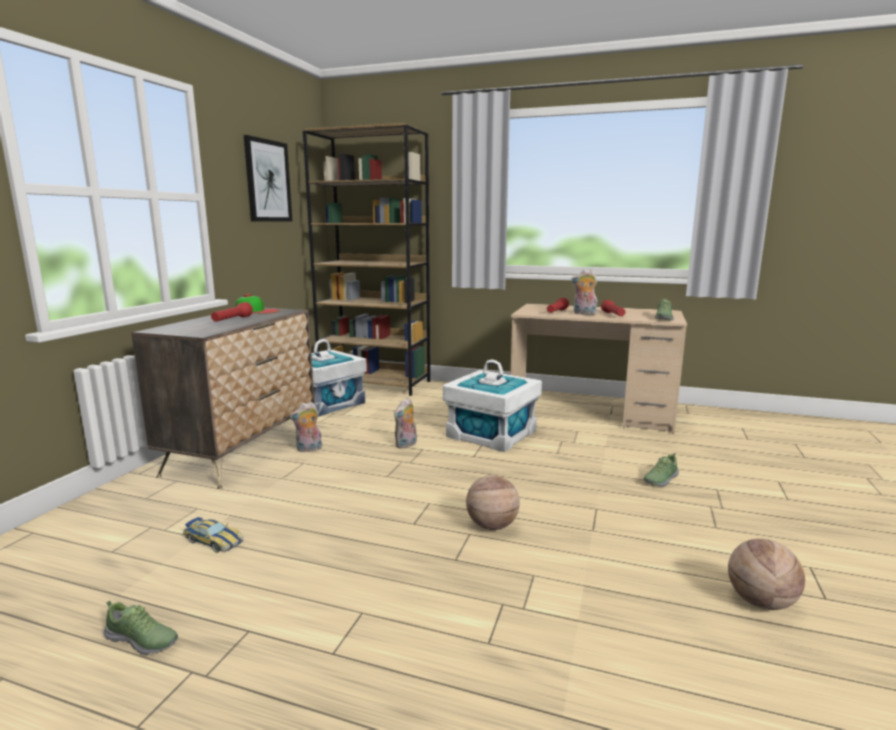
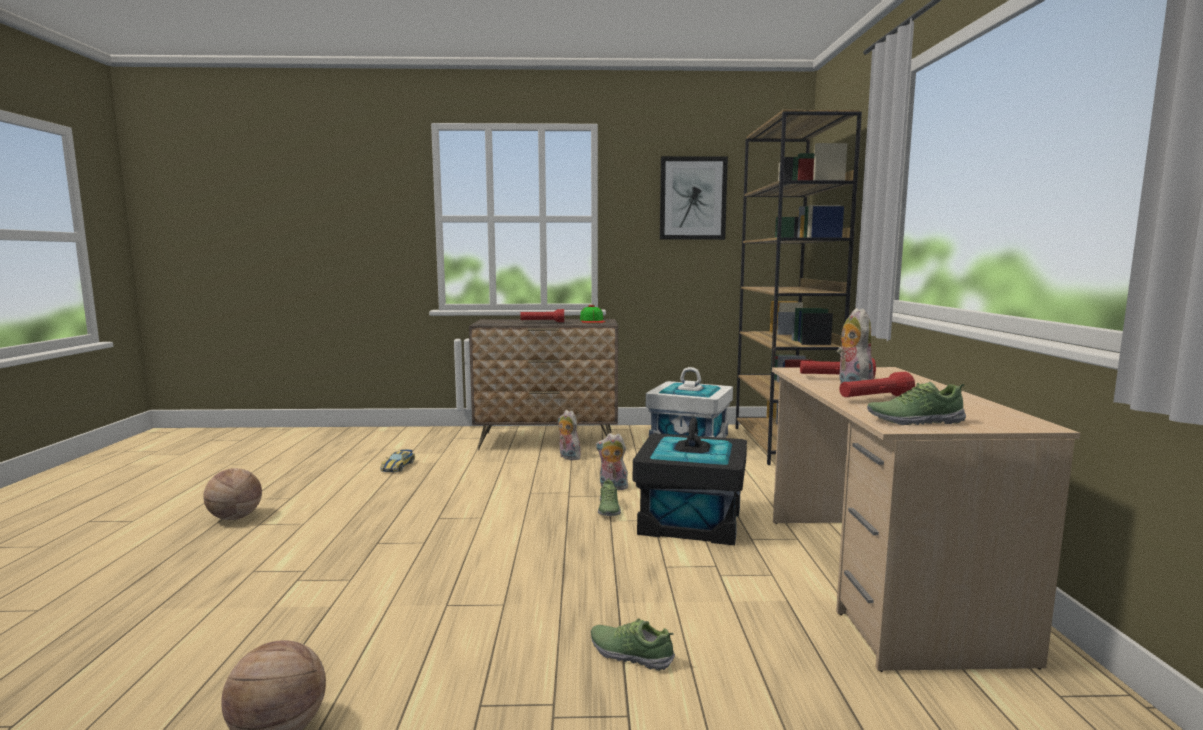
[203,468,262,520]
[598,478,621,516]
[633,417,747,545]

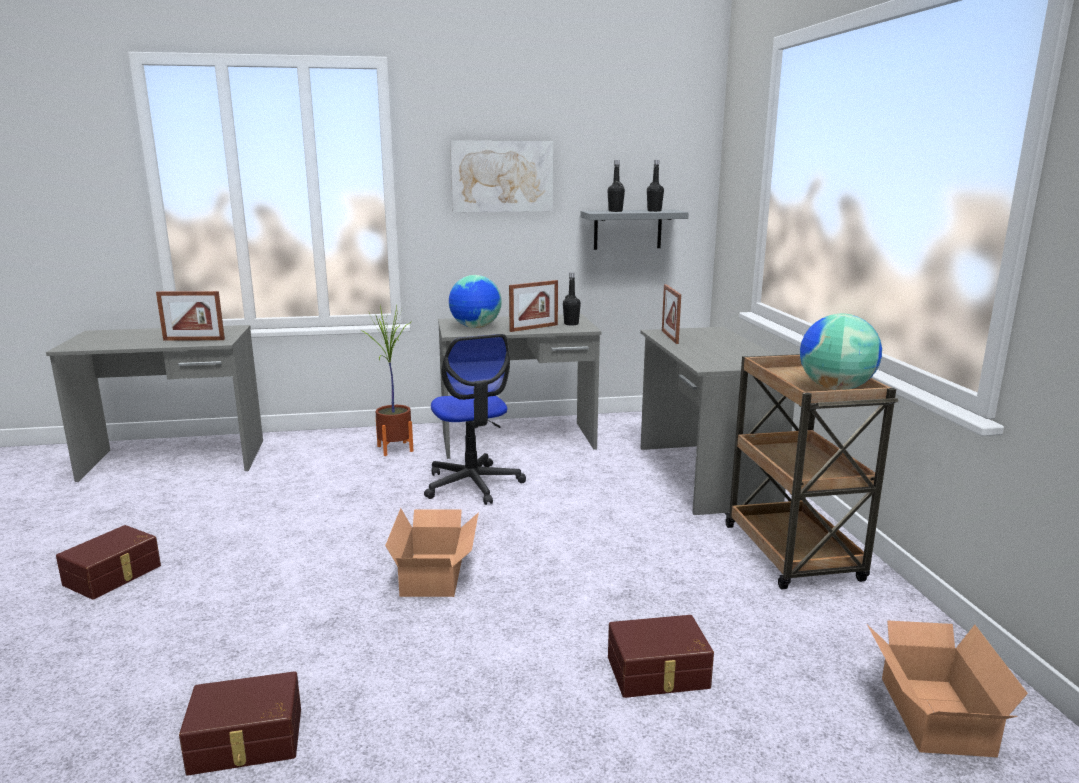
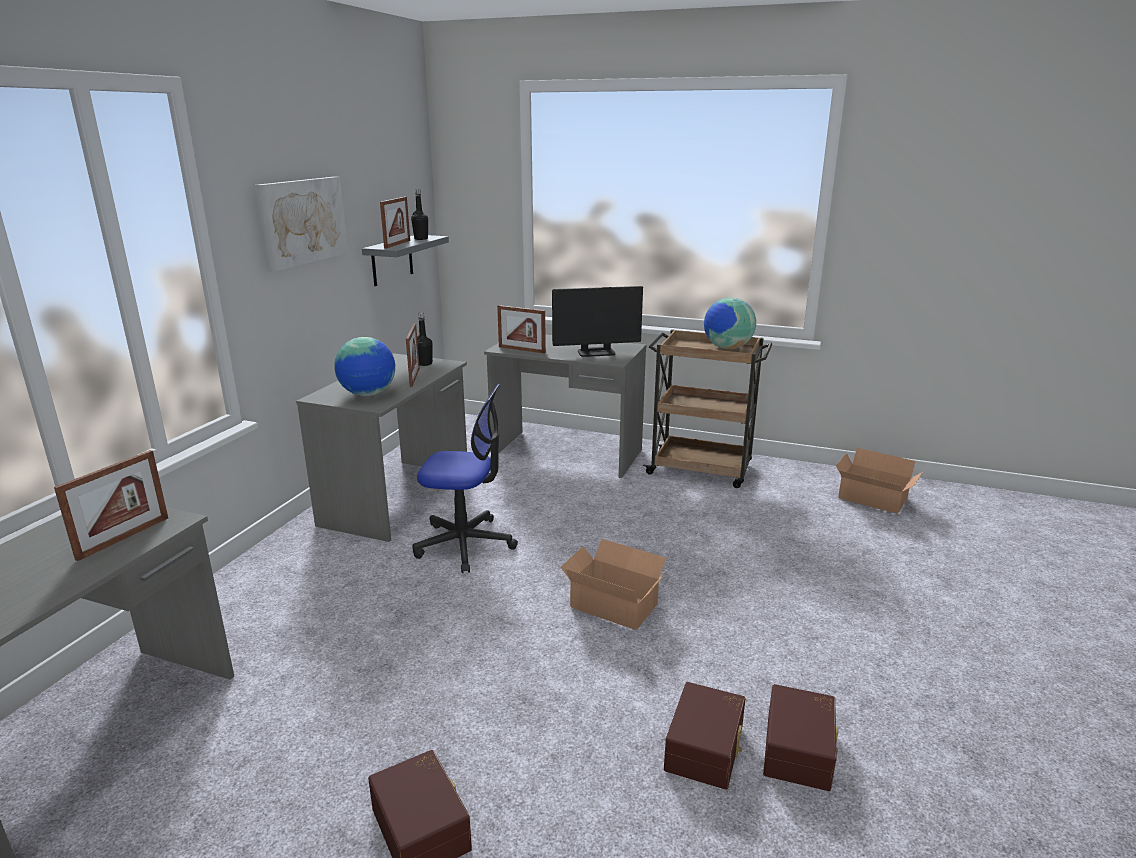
[380,197,410,249]
[552,286,643,357]
[664,682,746,790]
[360,306,413,456] (first image)

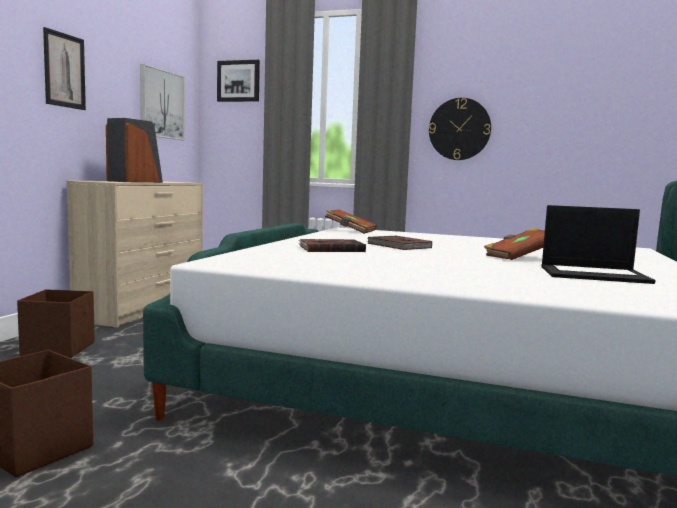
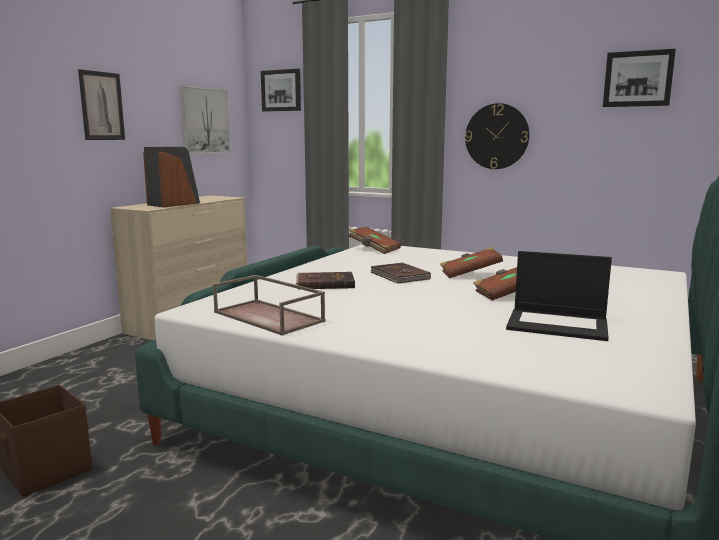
[213,275,325,336]
[440,247,503,278]
[603,48,676,107]
[17,289,95,358] (first image)

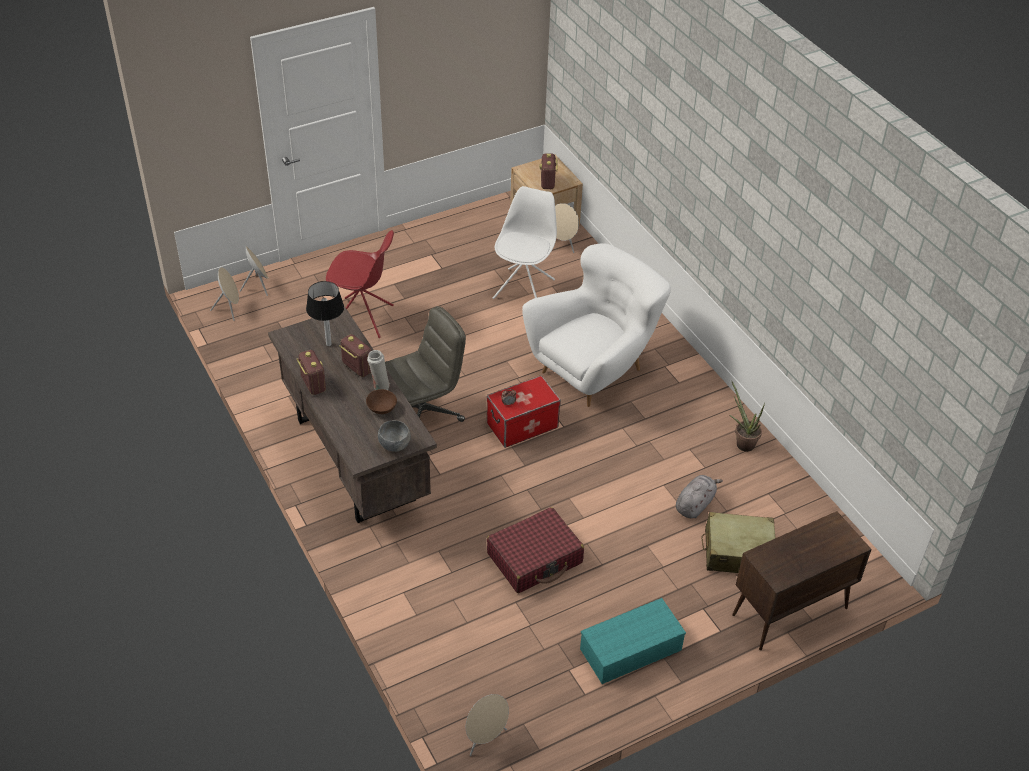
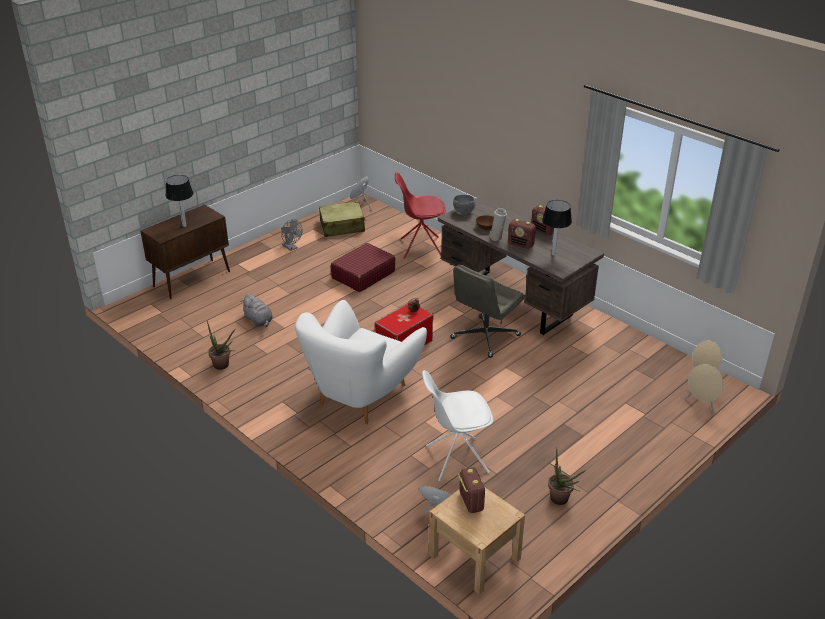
[165,175,193,227]
[242,294,273,327]
[281,219,302,251]
[319,201,366,237]
[395,172,446,259]
[422,370,493,481]
[548,447,586,505]

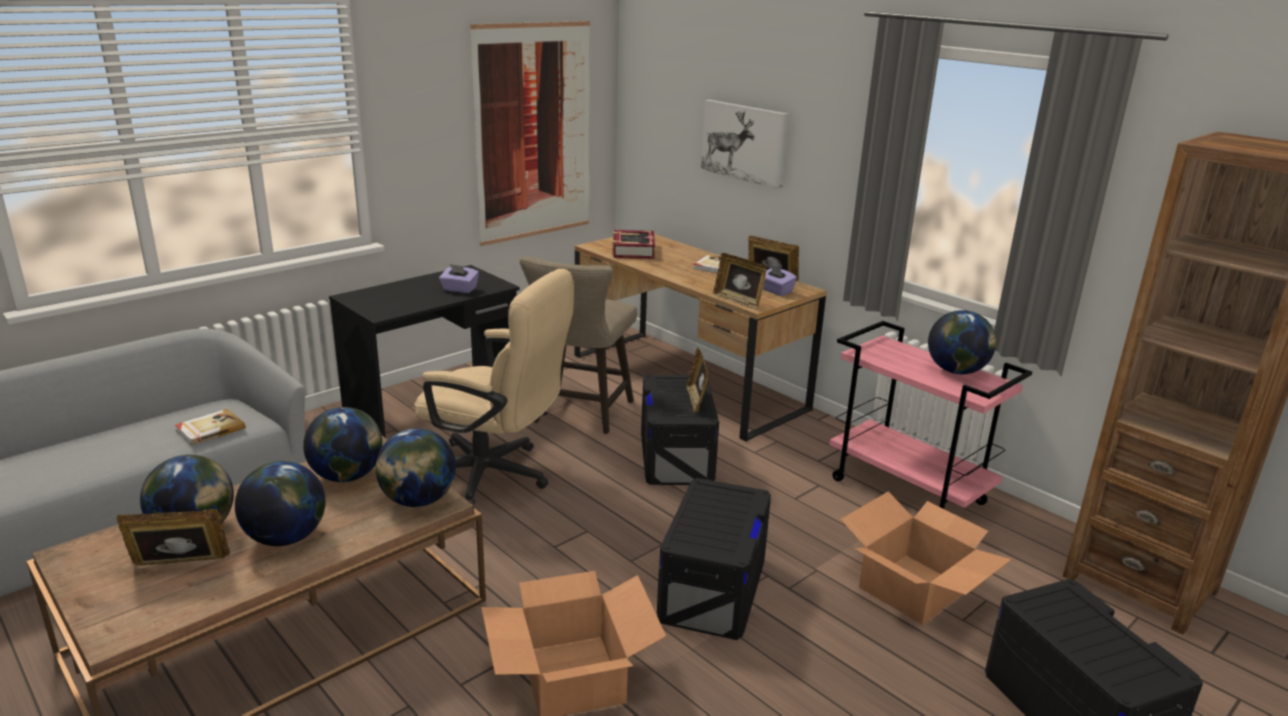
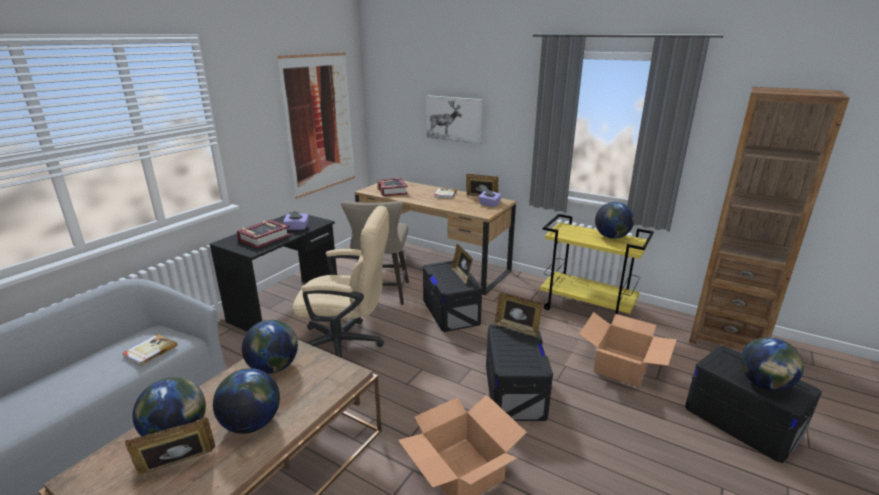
[237,220,291,248]
[495,293,542,337]
[540,214,654,314]
[740,337,804,391]

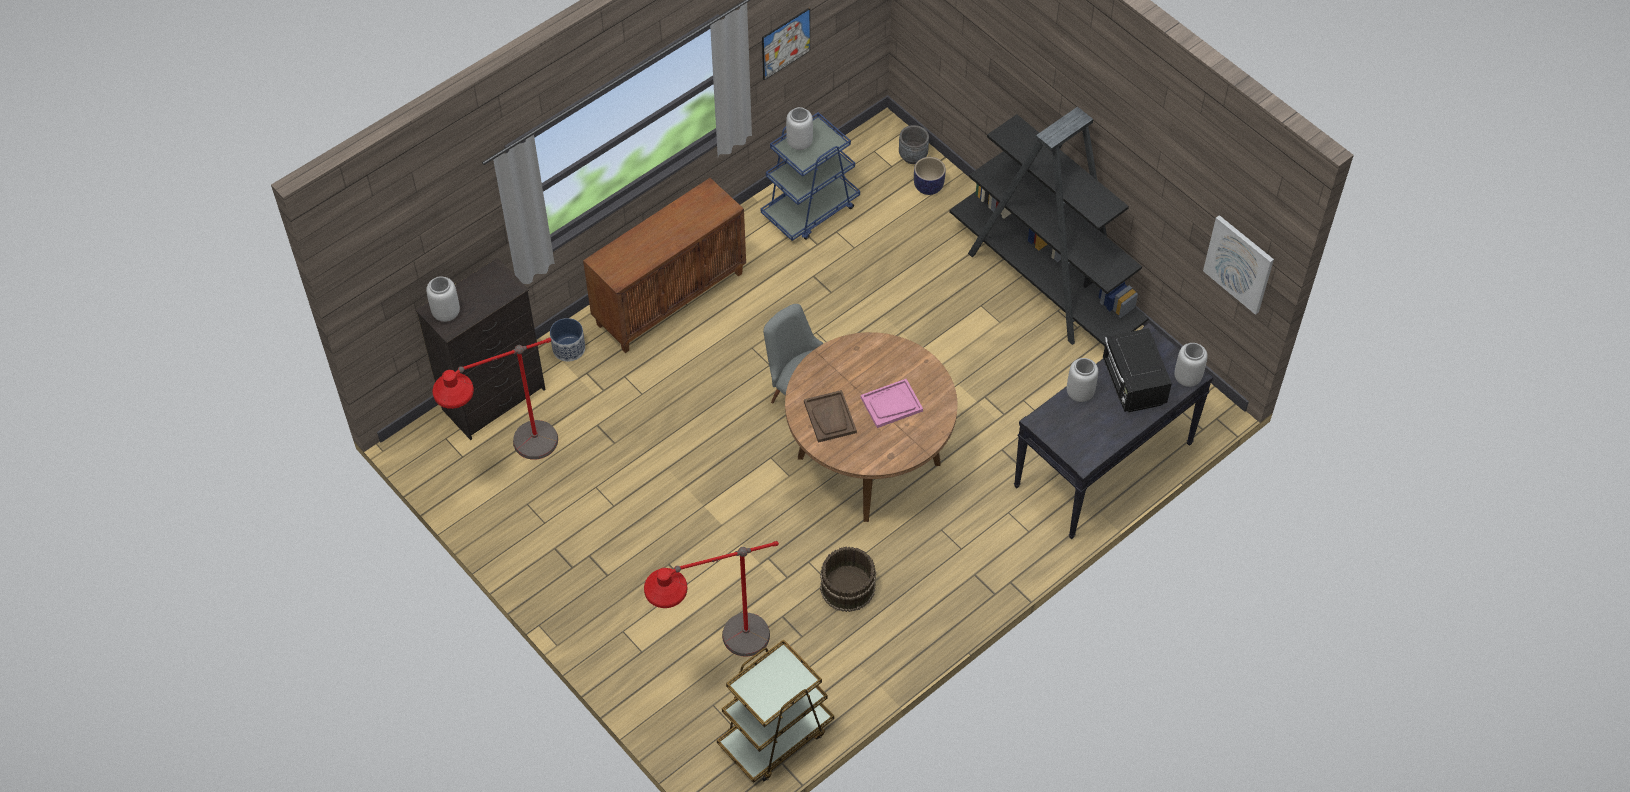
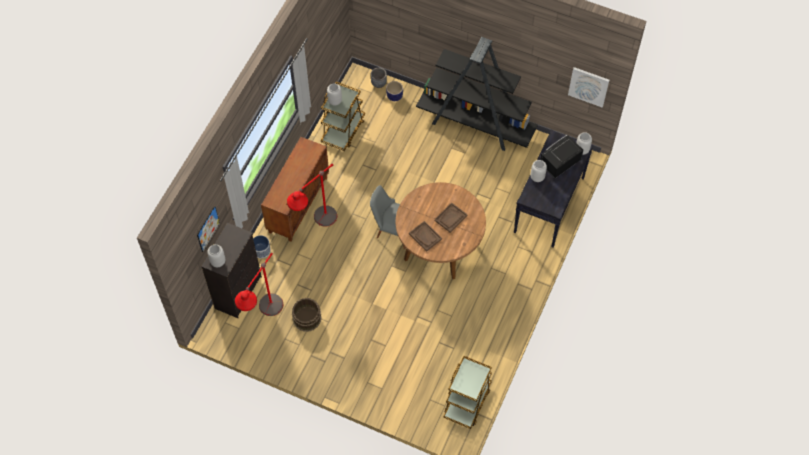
[197,205,220,252]
[287,163,337,227]
[292,298,322,332]
[321,82,365,151]
[435,203,468,233]
[540,135,583,178]

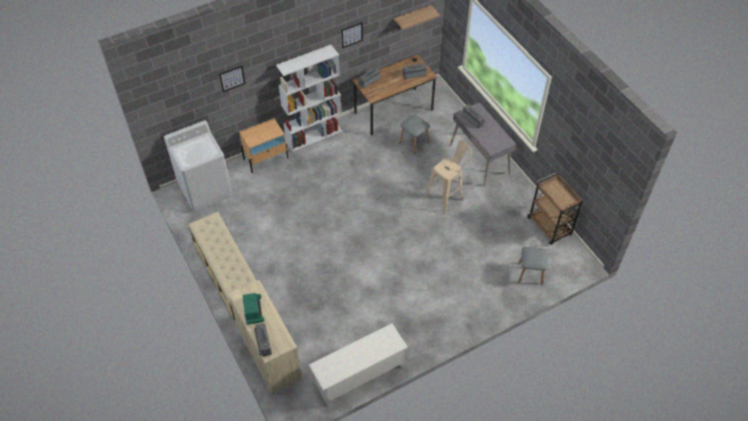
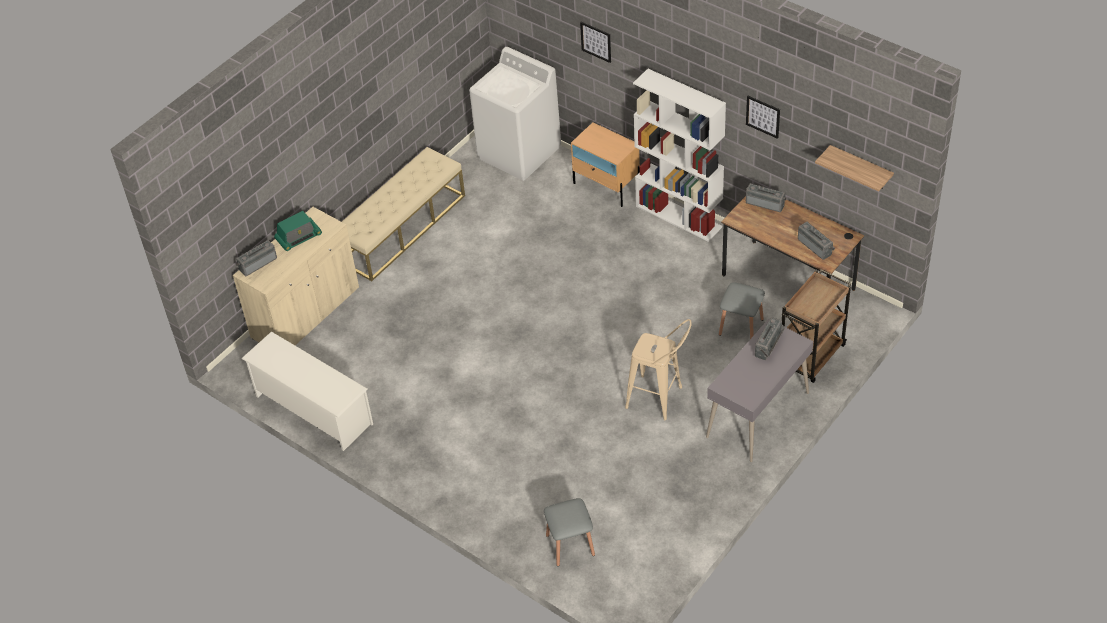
[782,269,851,383]

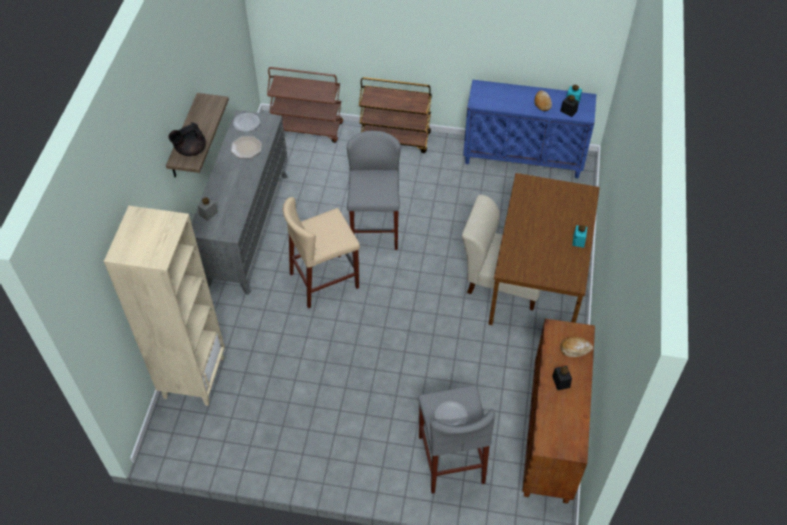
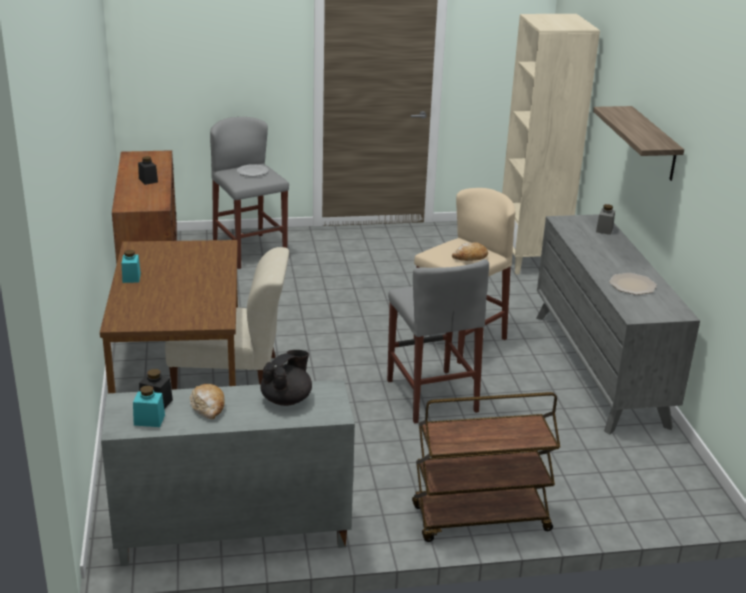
[101,380,355,566]
[260,350,312,406]
[452,242,488,261]
[233,113,260,132] (first image)
[267,67,343,143] (first image)

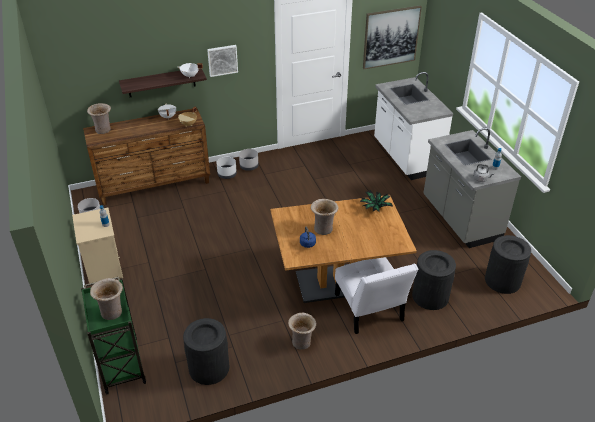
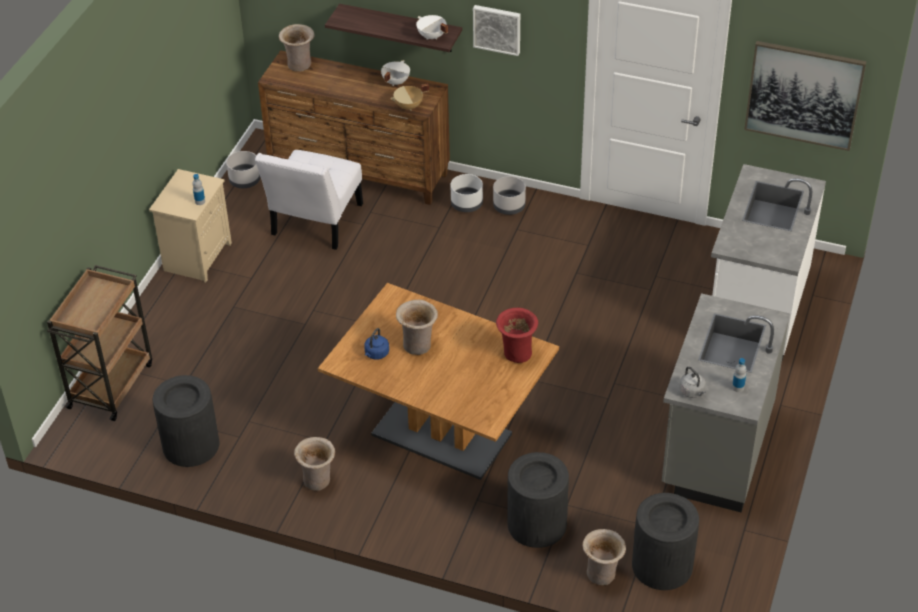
[47,265,152,421]
[255,150,363,250]
[496,308,538,363]
[583,529,626,585]

